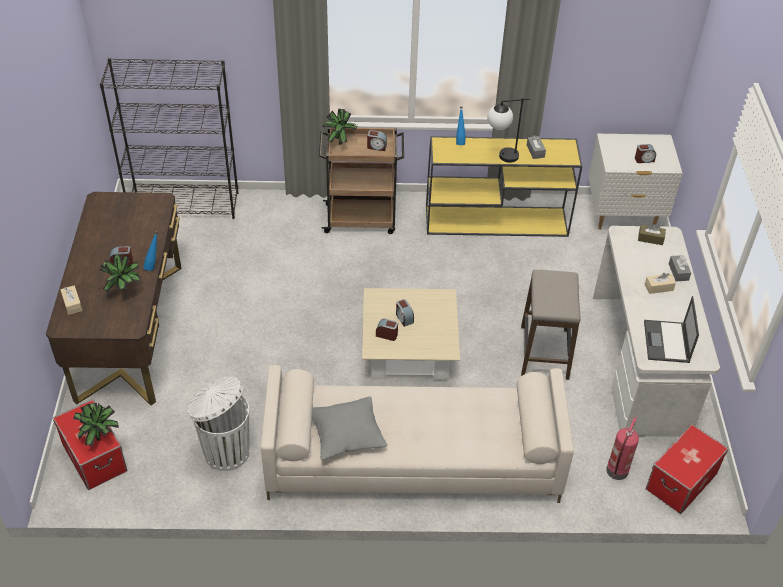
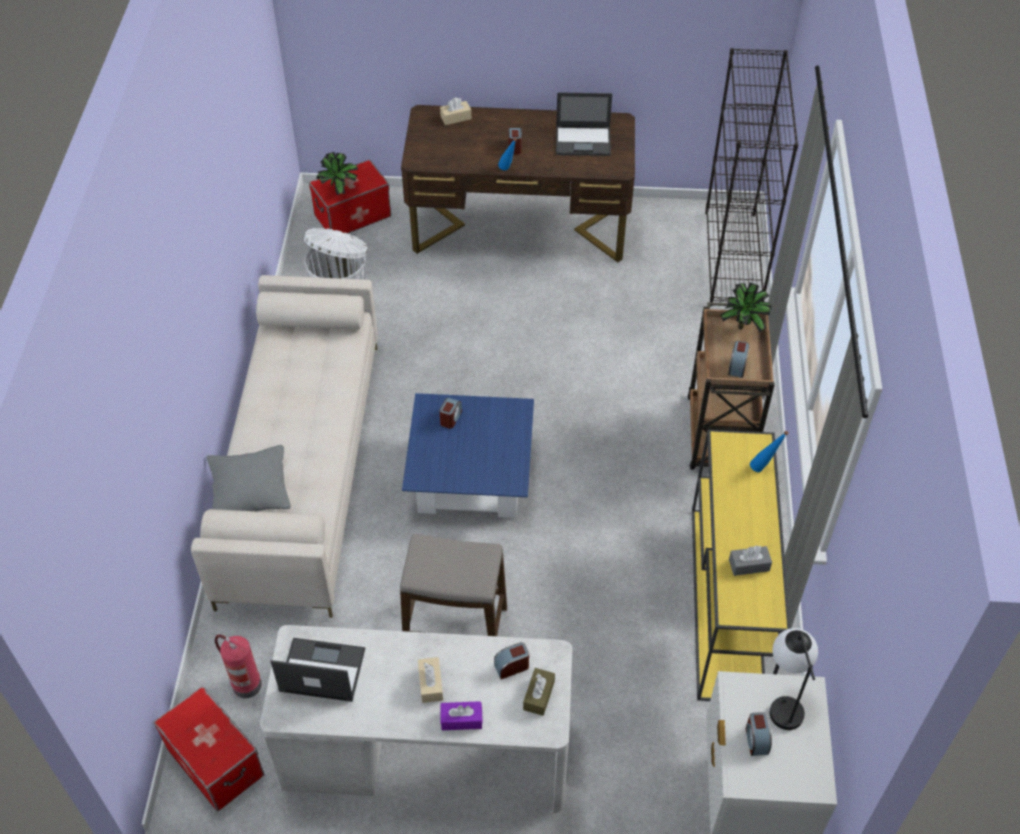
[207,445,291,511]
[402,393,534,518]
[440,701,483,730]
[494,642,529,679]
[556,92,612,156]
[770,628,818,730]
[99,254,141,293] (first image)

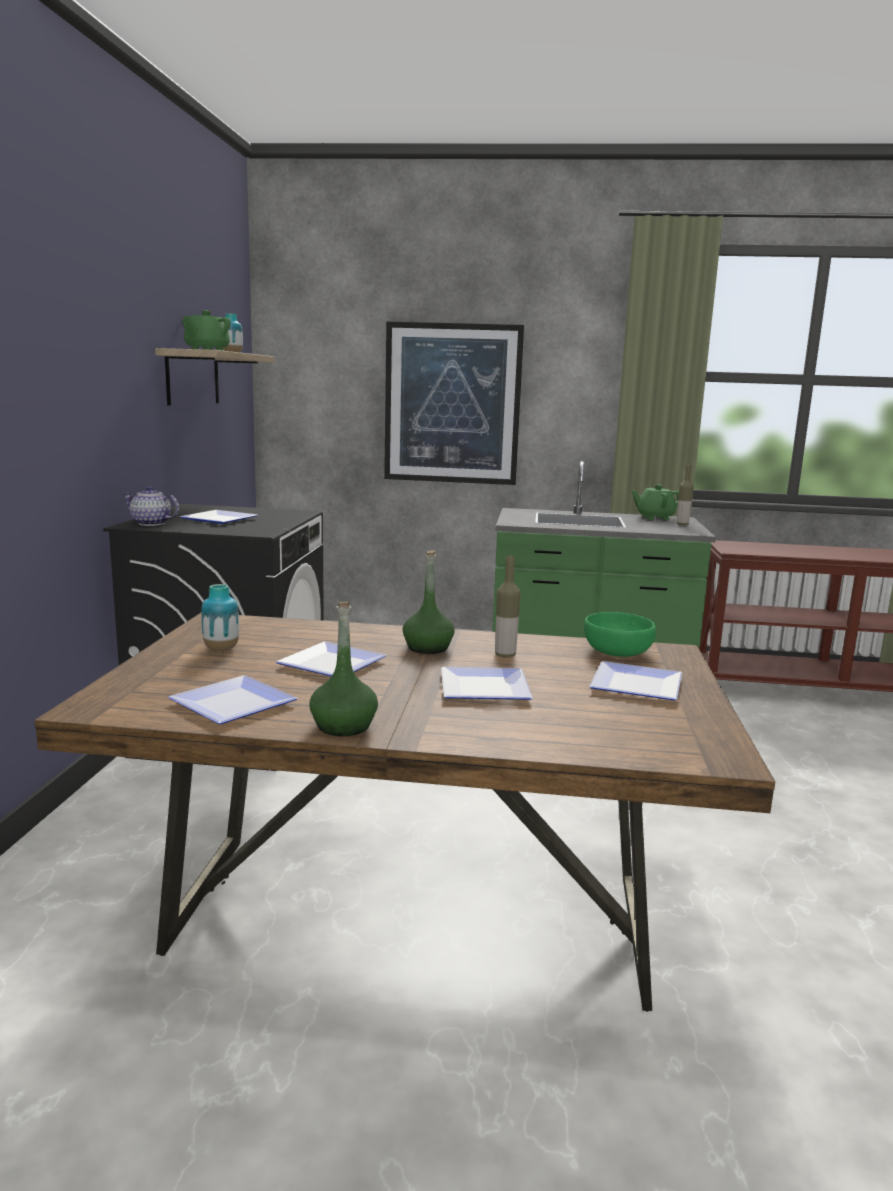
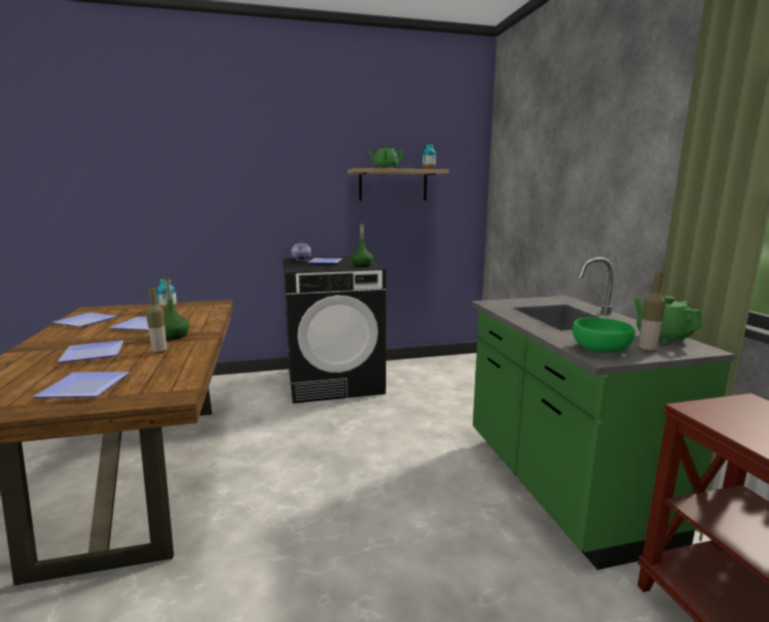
[351,223,373,267]
[572,317,635,353]
[384,321,524,485] (first image)

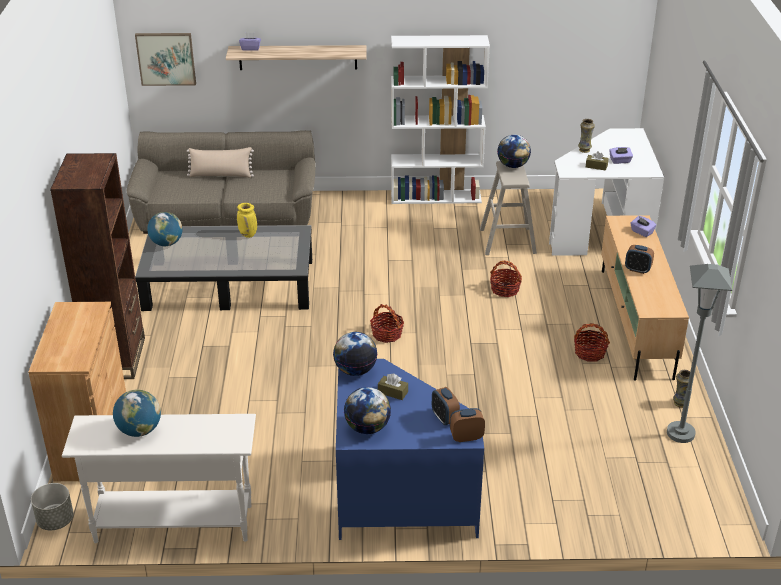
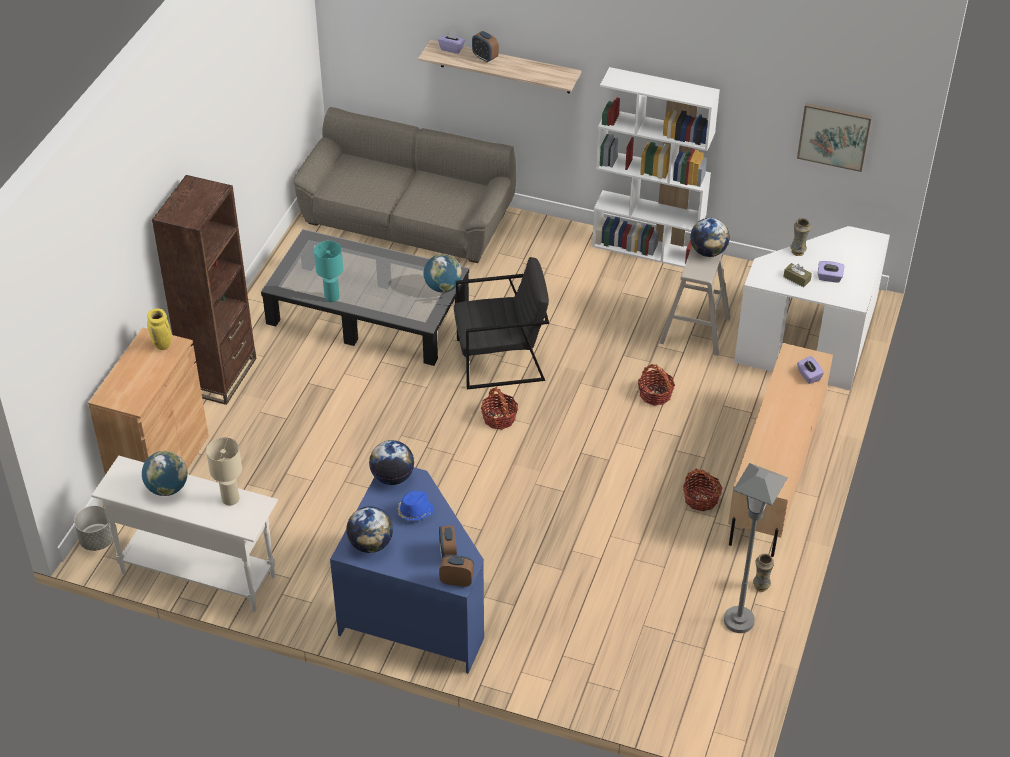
[147,308,172,350]
[206,437,242,505]
[314,241,343,302]
[397,491,434,521]
[424,254,462,293]
[454,257,549,389]
[472,31,499,62]
[797,103,872,172]
[187,147,254,178] (first image)

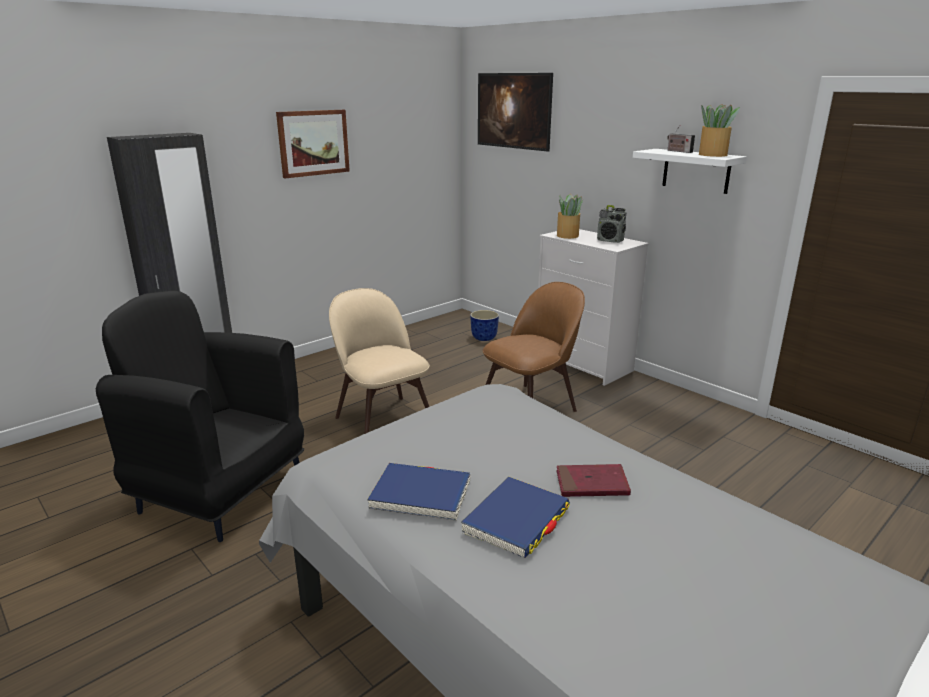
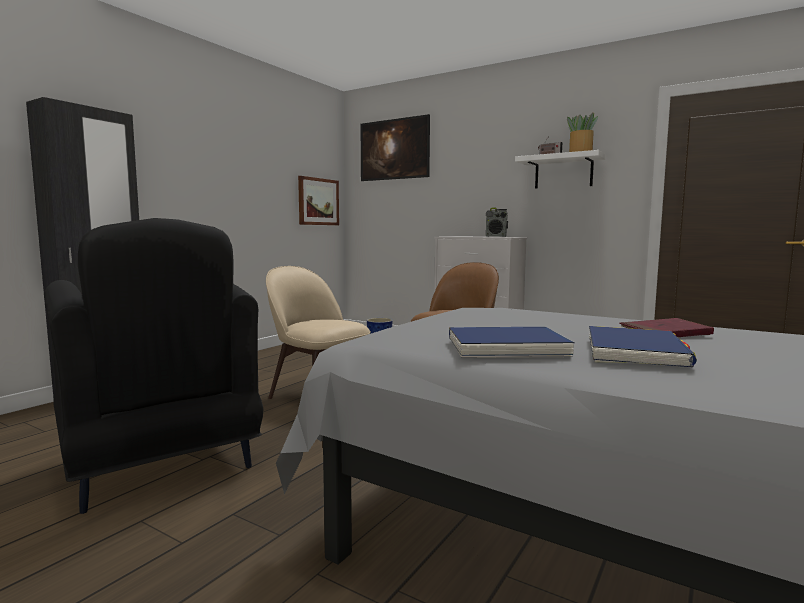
[44,218,263,514]
[298,176,339,225]
[557,194,583,239] (first image)

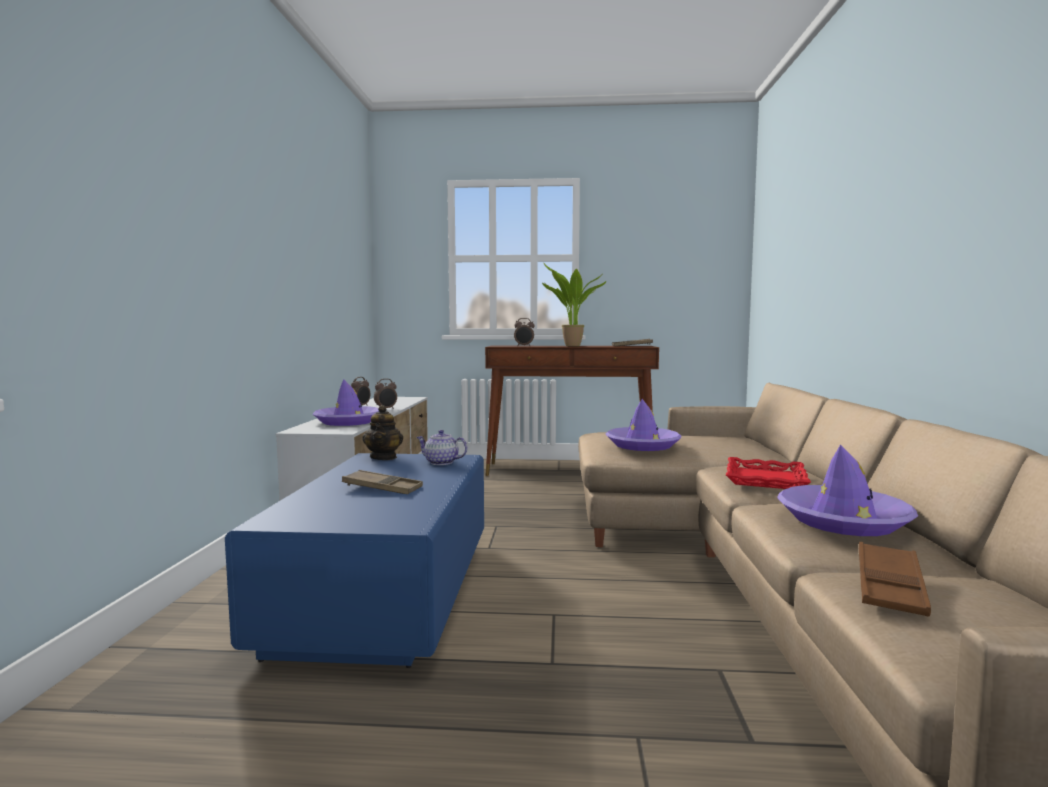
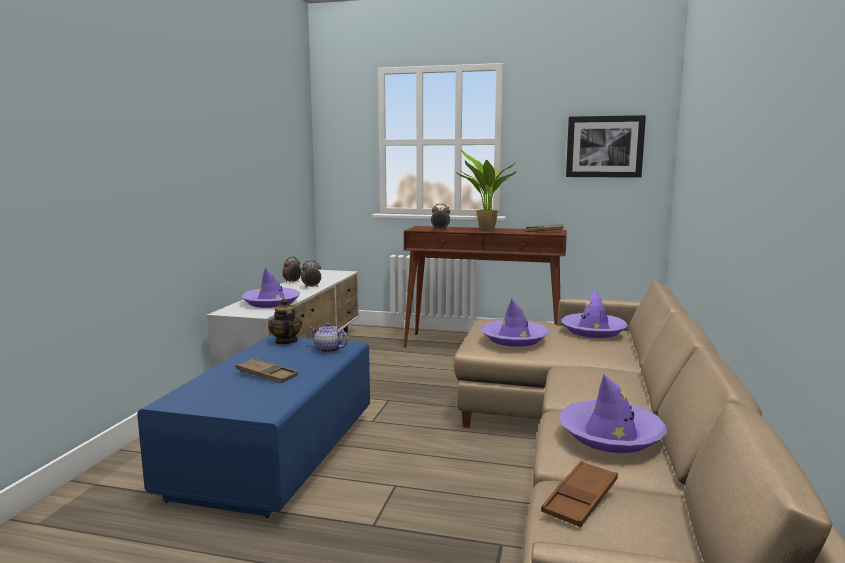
[269,298,302,345]
[561,289,628,338]
[566,115,646,178]
[726,457,811,489] (first image)

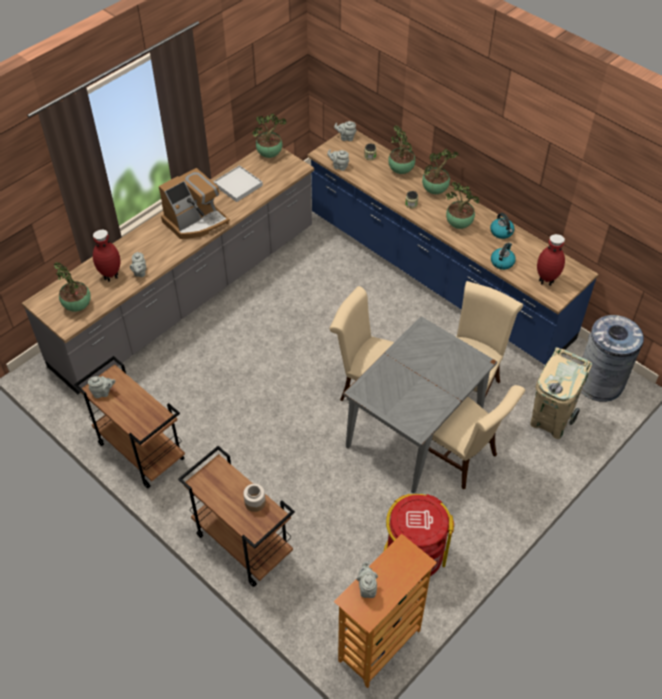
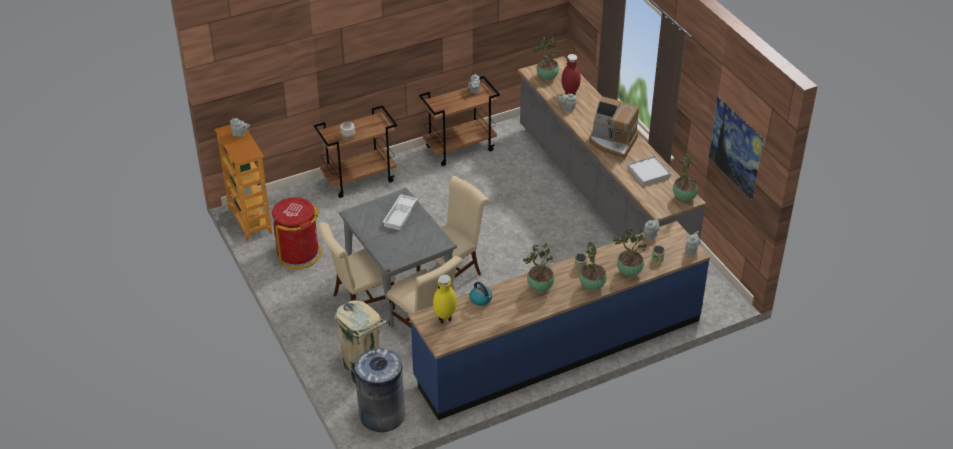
[383,194,418,230]
[433,275,457,324]
[589,97,639,159]
[709,96,764,201]
[490,213,514,239] (first image)

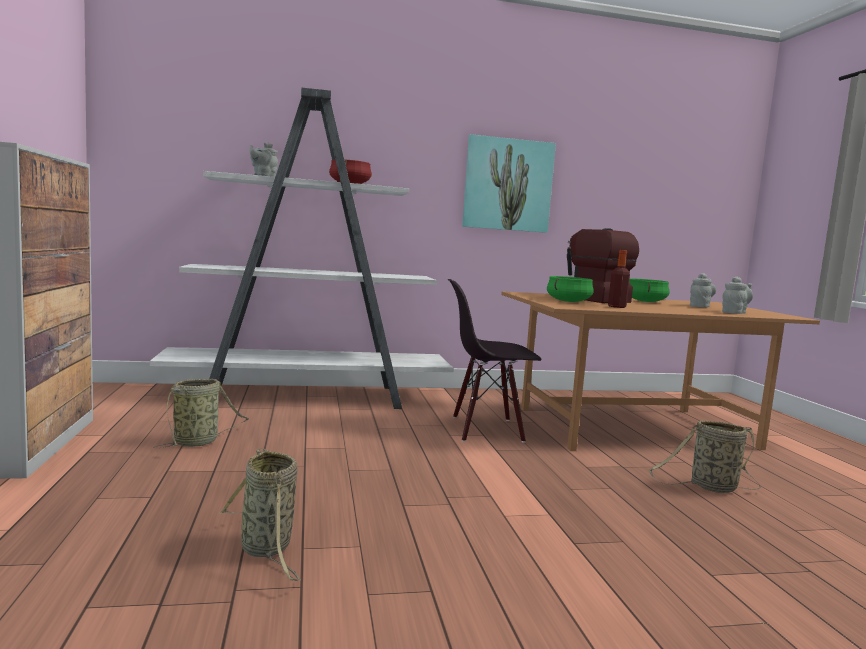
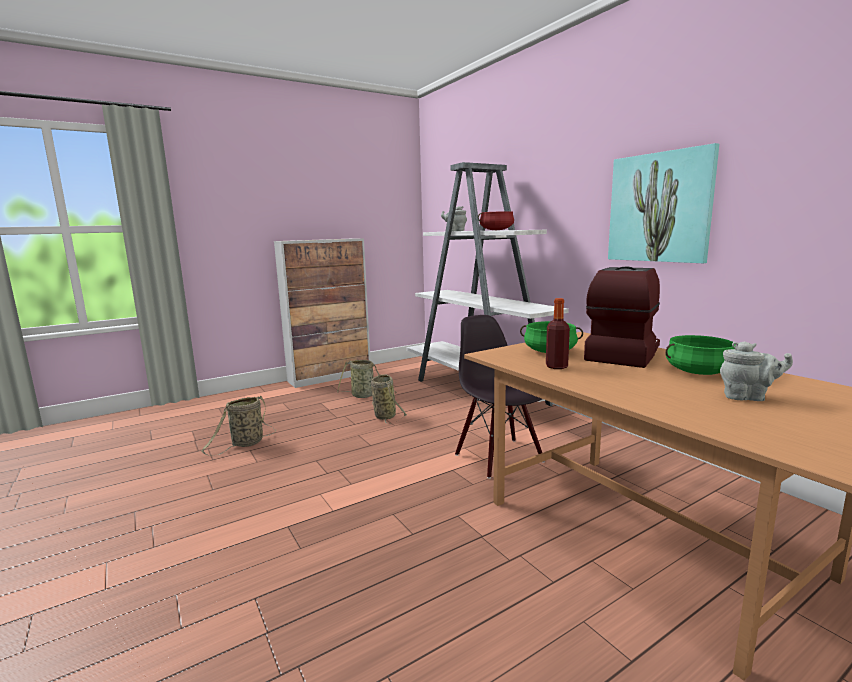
[371,375,407,424]
[722,277,753,314] (first image)

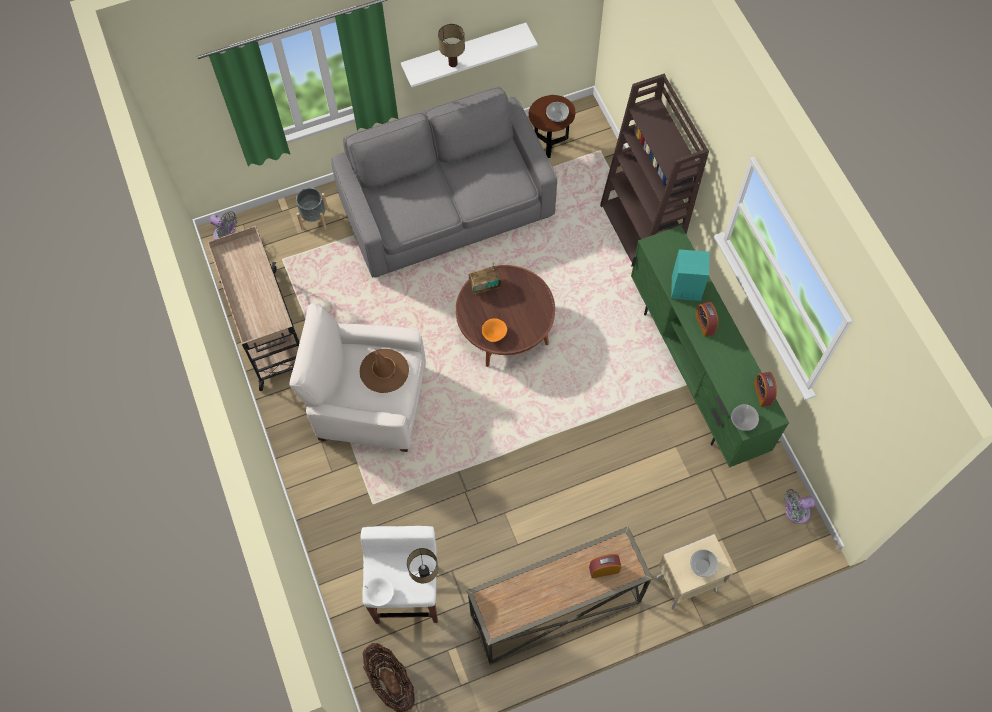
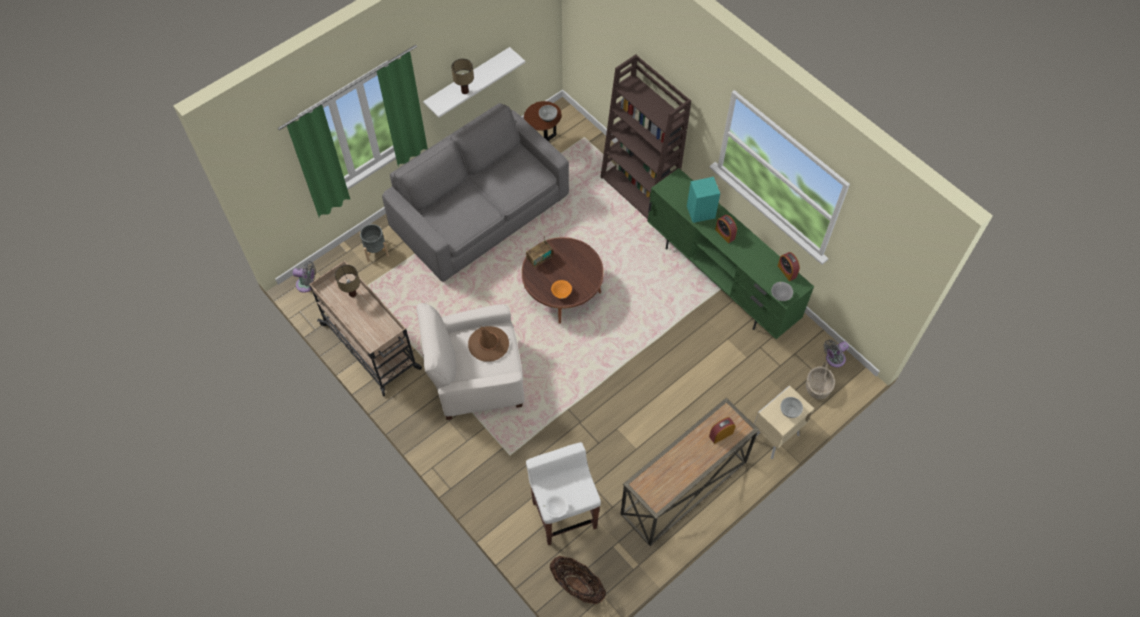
[335,265,360,297]
[806,362,835,399]

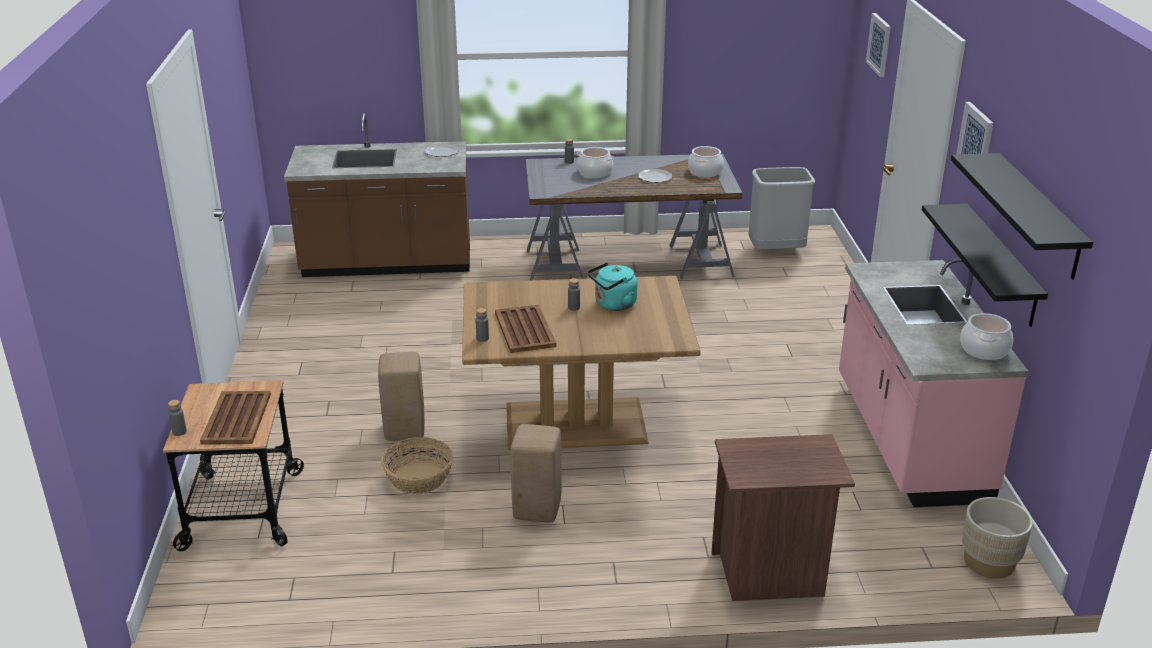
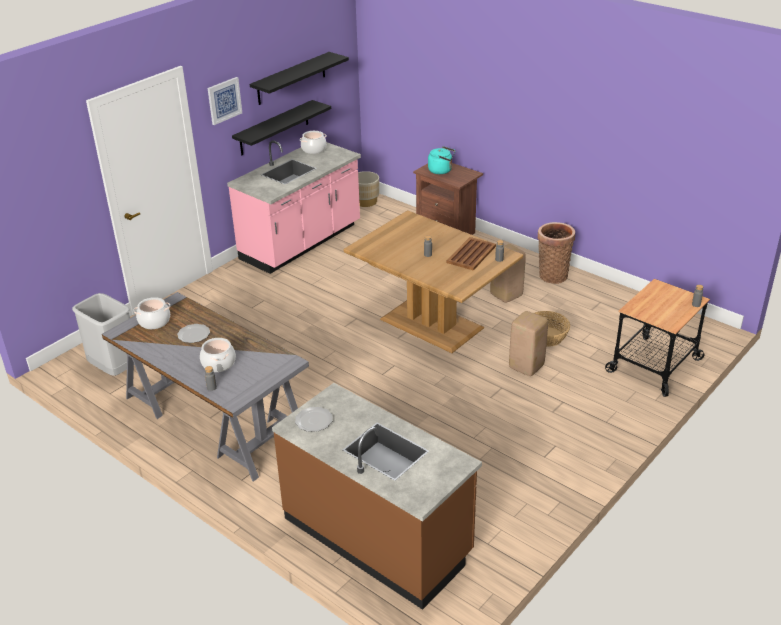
[428,146,455,174]
[538,222,575,284]
[200,391,271,445] (first image)
[866,13,891,77] (first image)

